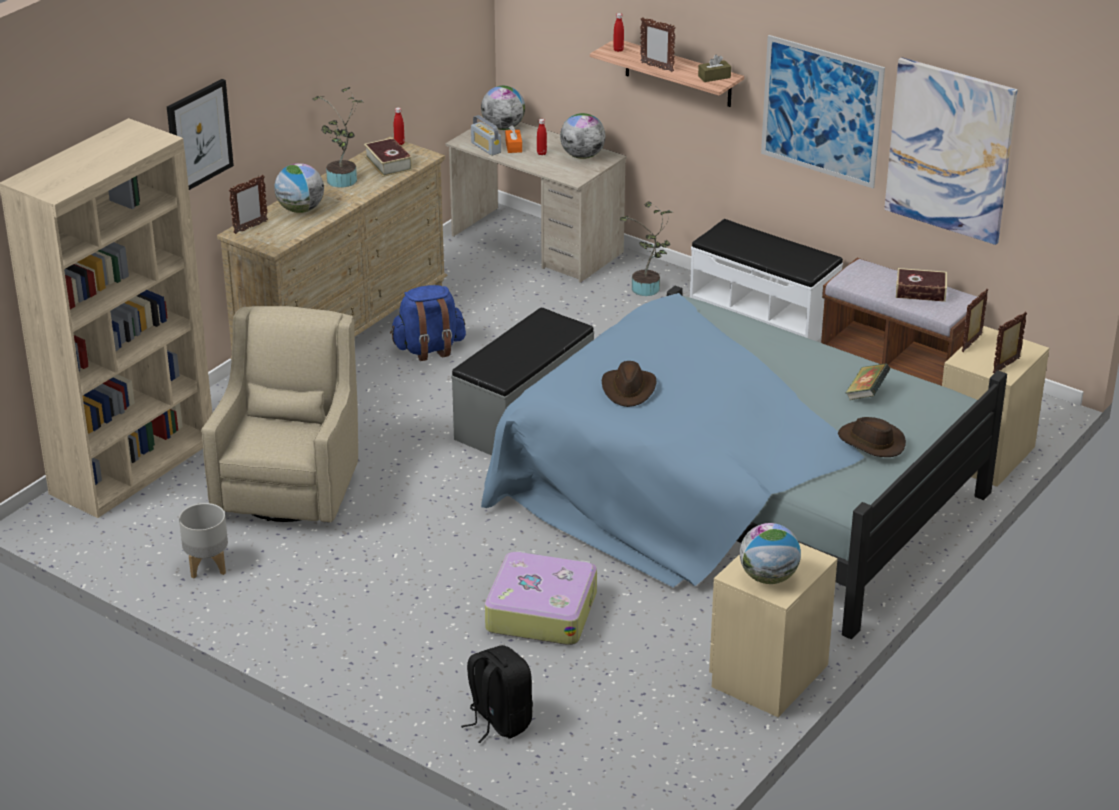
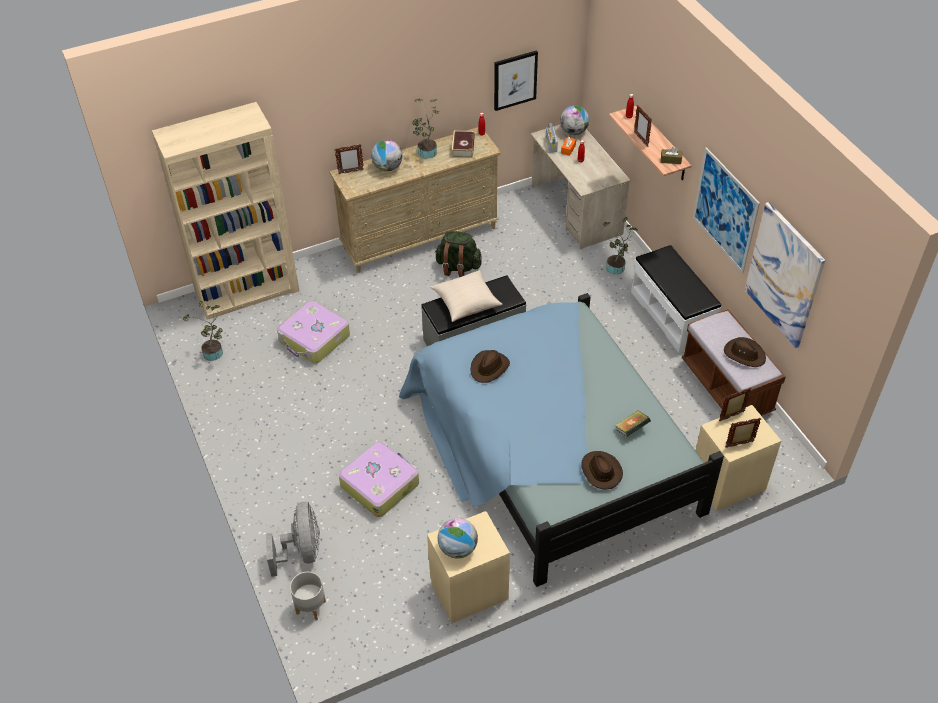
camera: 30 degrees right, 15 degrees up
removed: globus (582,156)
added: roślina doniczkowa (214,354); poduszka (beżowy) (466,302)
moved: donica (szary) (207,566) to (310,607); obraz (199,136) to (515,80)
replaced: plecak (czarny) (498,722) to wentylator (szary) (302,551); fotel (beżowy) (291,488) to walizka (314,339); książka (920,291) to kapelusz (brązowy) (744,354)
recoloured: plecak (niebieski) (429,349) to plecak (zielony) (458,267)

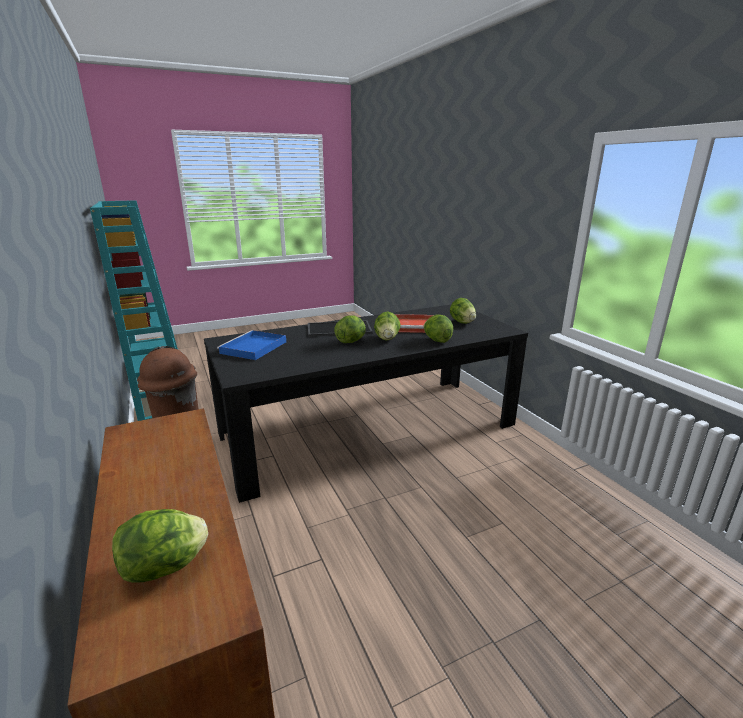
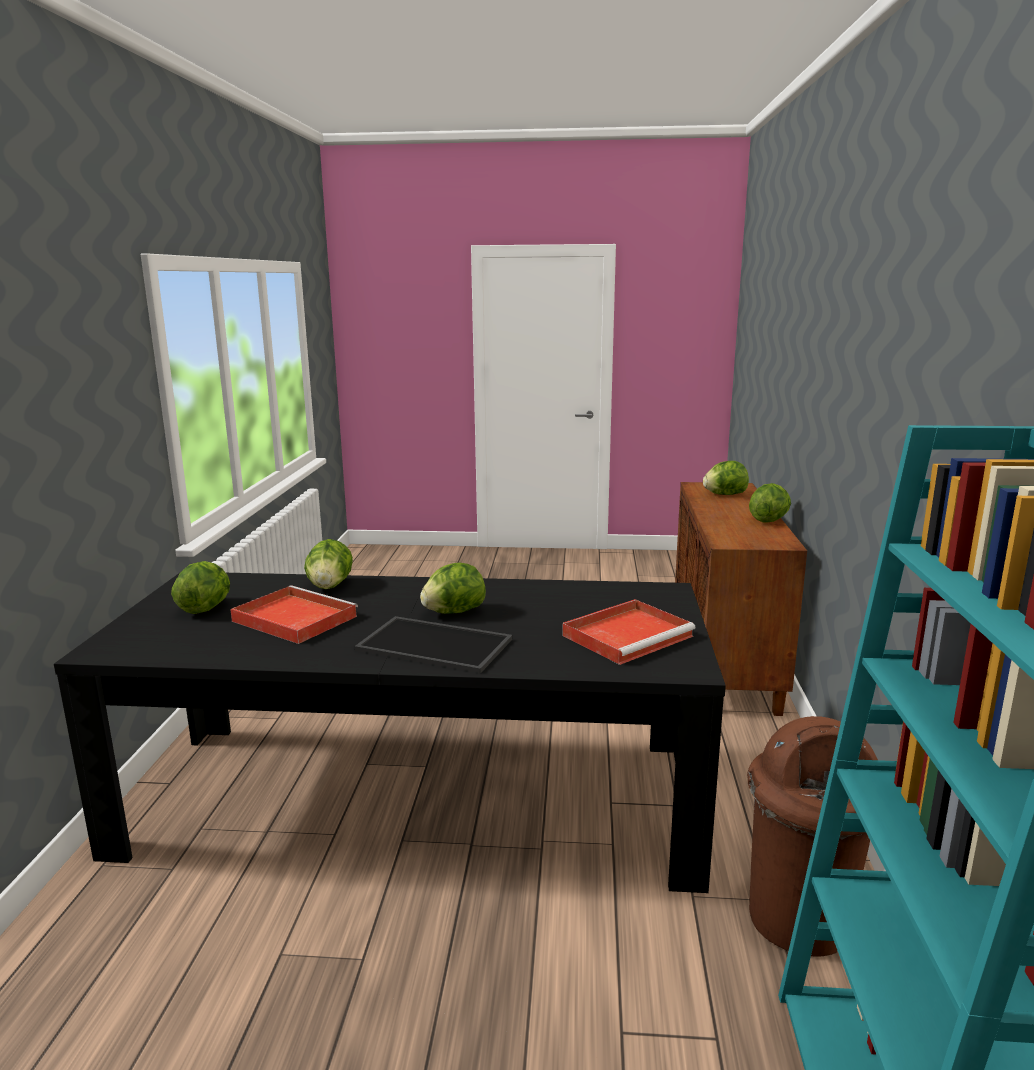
camera: 150 degrees left, 5 degrees down
moved: sałata (387,339) to (768,520)
recoloured: taca (niebieski) (253,348) to taca (czerwony) (628,635)

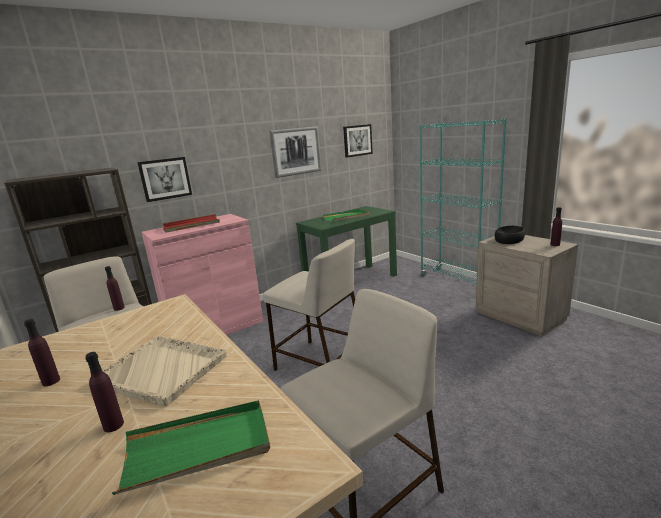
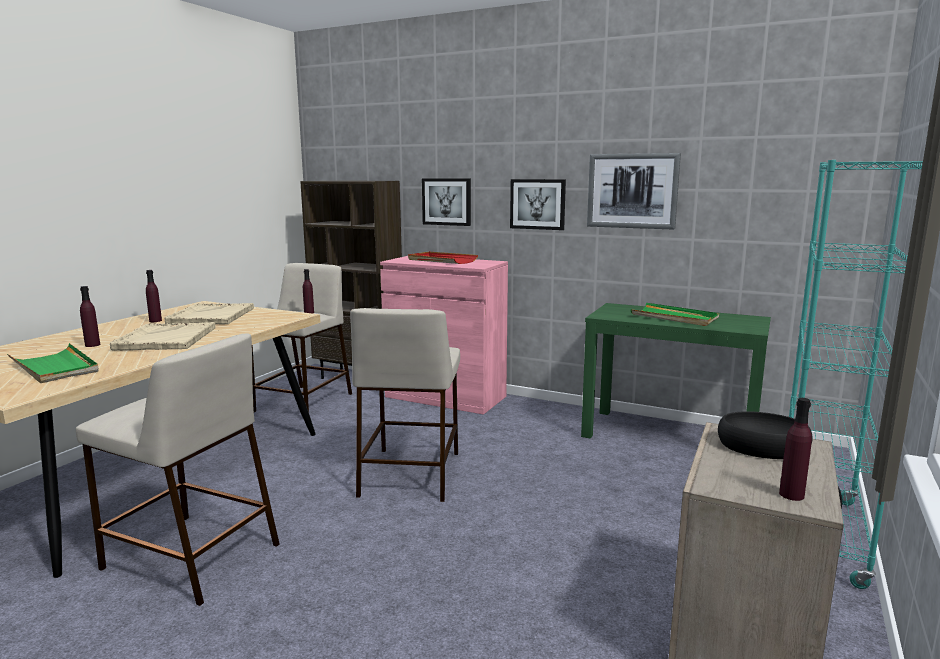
camera: 60 degrees right, 5 degrees down
added: taca (beżowy) (211,316)
moved: obraz (357,140) to (538,204)

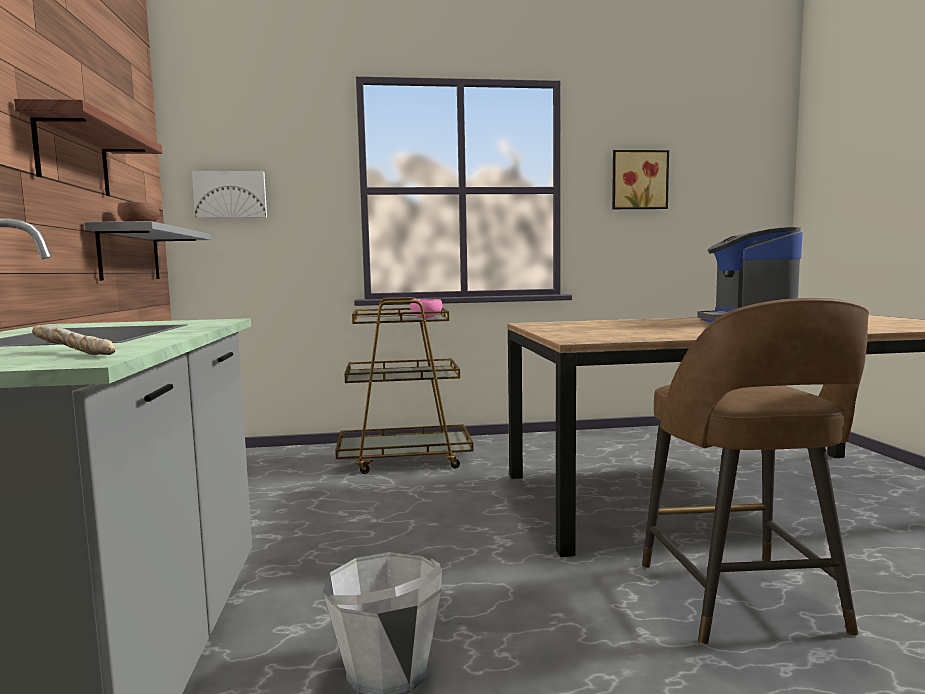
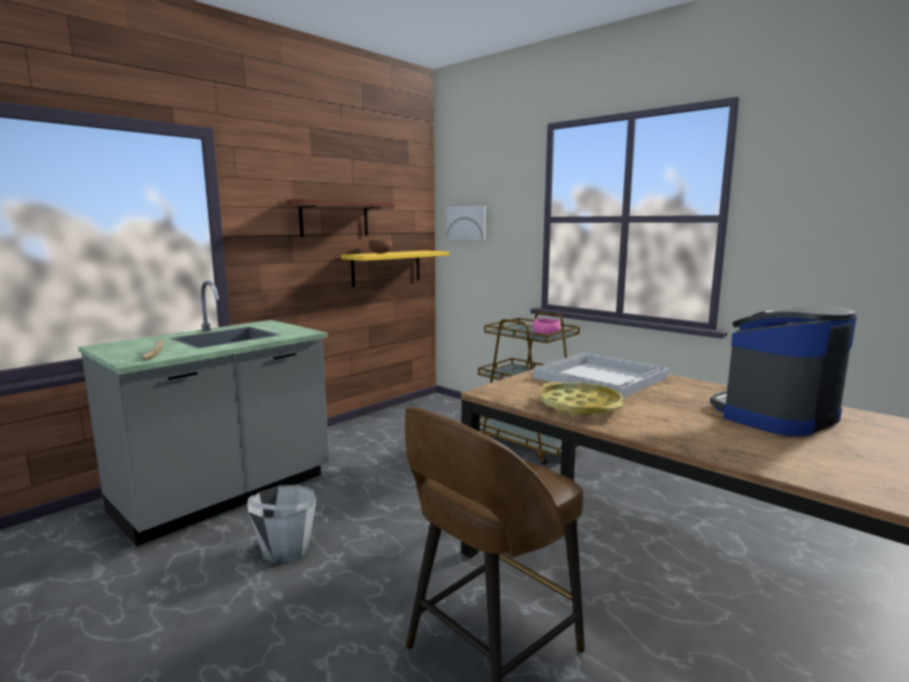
camera: 50 degrees right, 5 degrees up
removed: obraz (638,180)
added: taca (biały) (602,377); taca (żółty) (580,406)
recoloured: półka (szary) (129,254) to półka (żółty) (386,268)

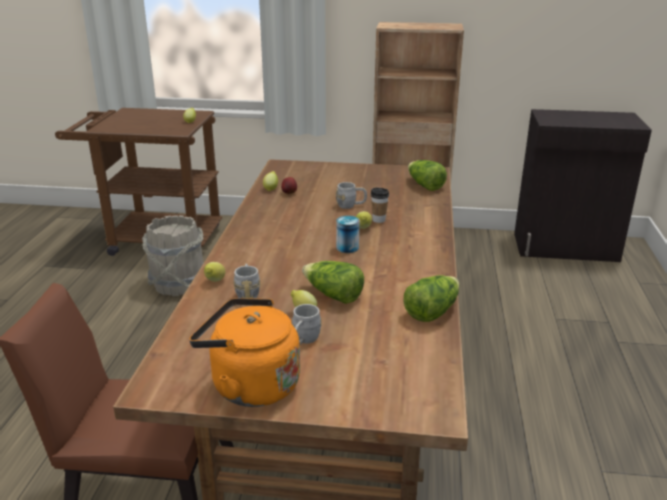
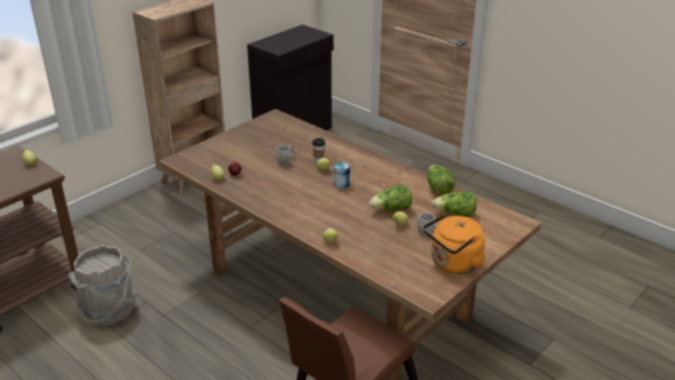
camera: 55 degrees left, 5 degrees up
removed: kubek (szary) (247,293)
moved: sałata (424,185) to (455,214)

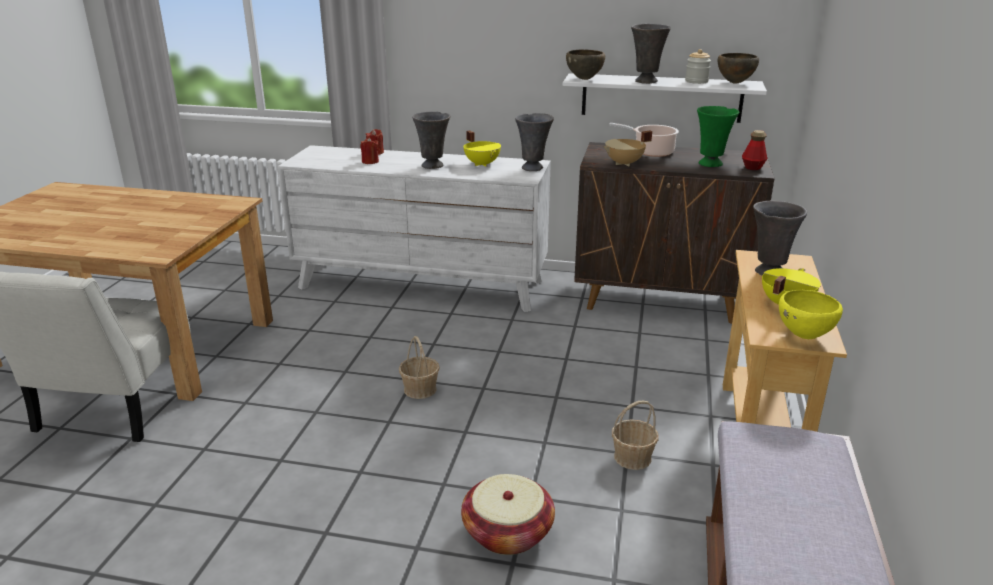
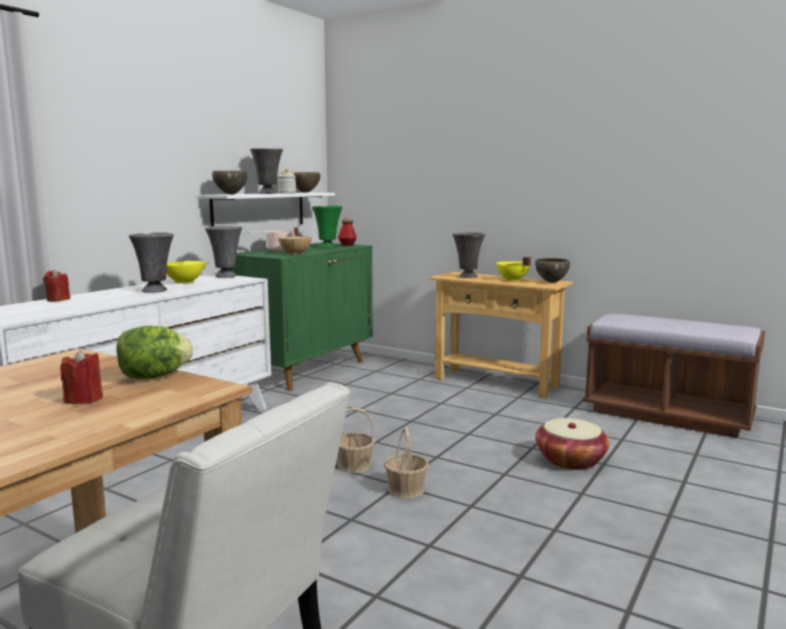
camera: 70 degrees left, 15 degrees down
added: sałata (154,377)
moved: świeca (czerwony) (370,162) to (84,399); koszyk (633,457) to (406,489)
recoloured: szafka (brązowy) (662,300) to szafka (zielony) (307,370); miska (żółty) (804,336) to miska (brązowy) (551,282)

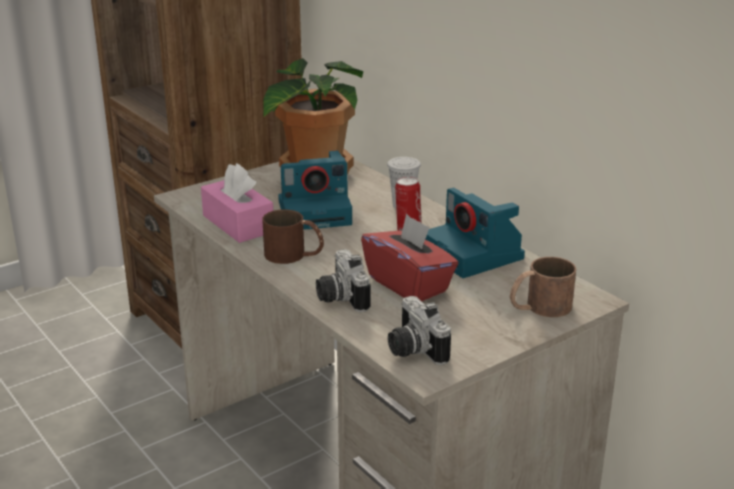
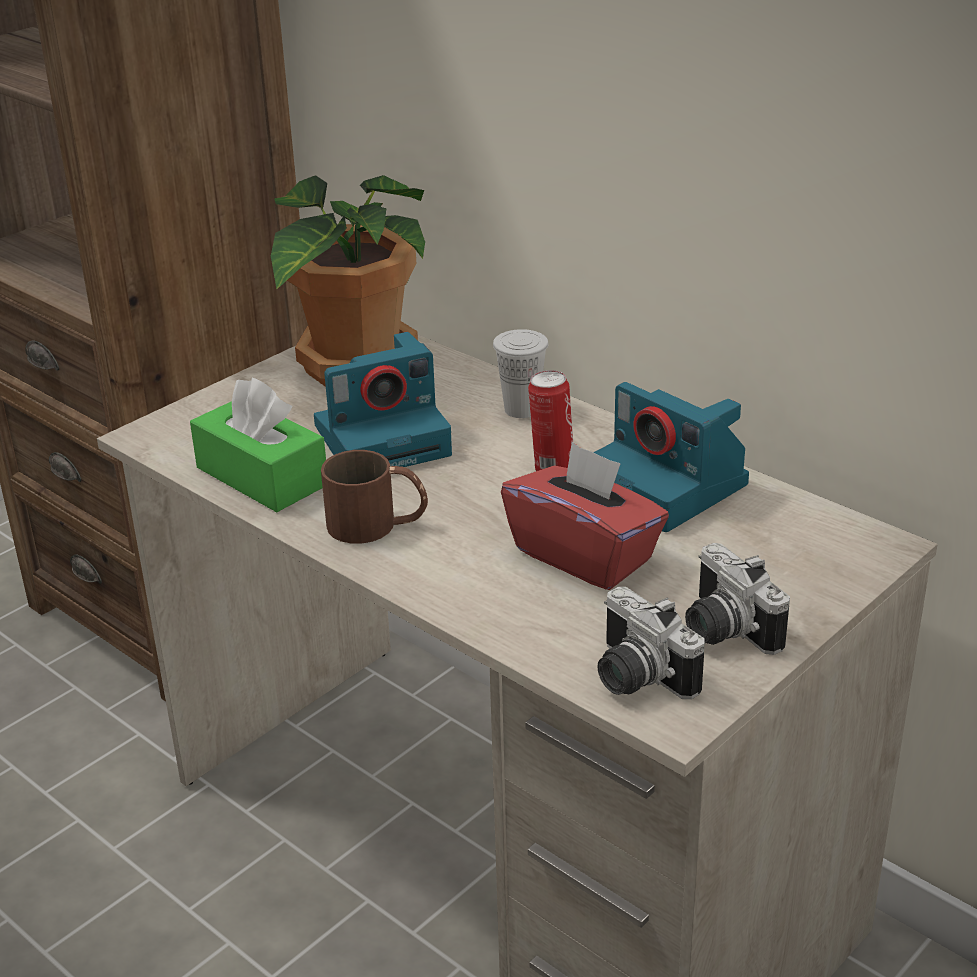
camera: 10 degrees left, 5 degrees up
removed: kubek (brązowy) (539,307)
moved: aparat fotograficzny (339,297) to (722,630)
recoloured: pudełko chusteczek (różowy) (238,224) to pudełko chusteczek (zielony) (262,476)

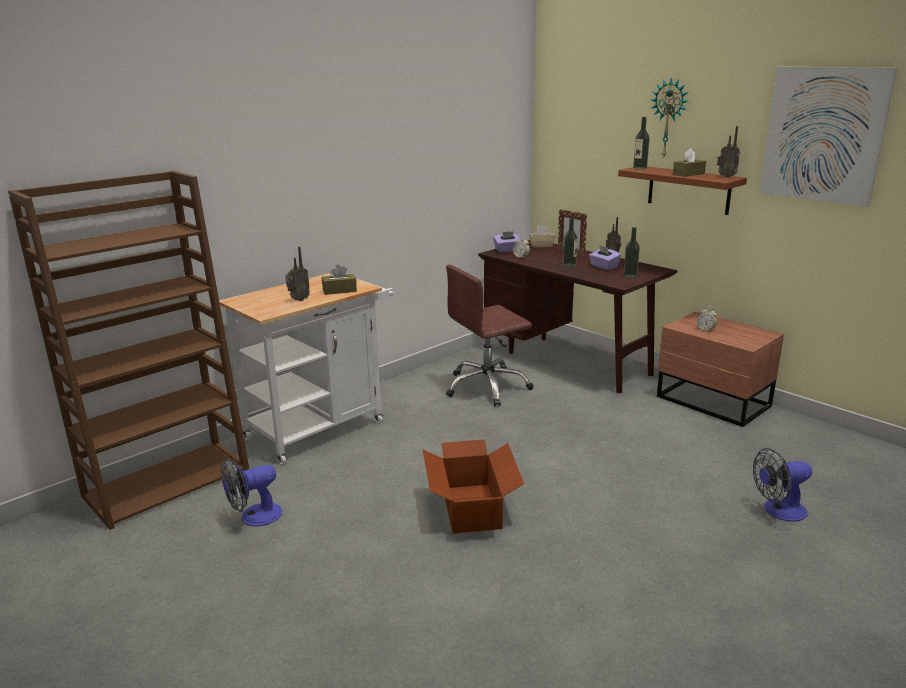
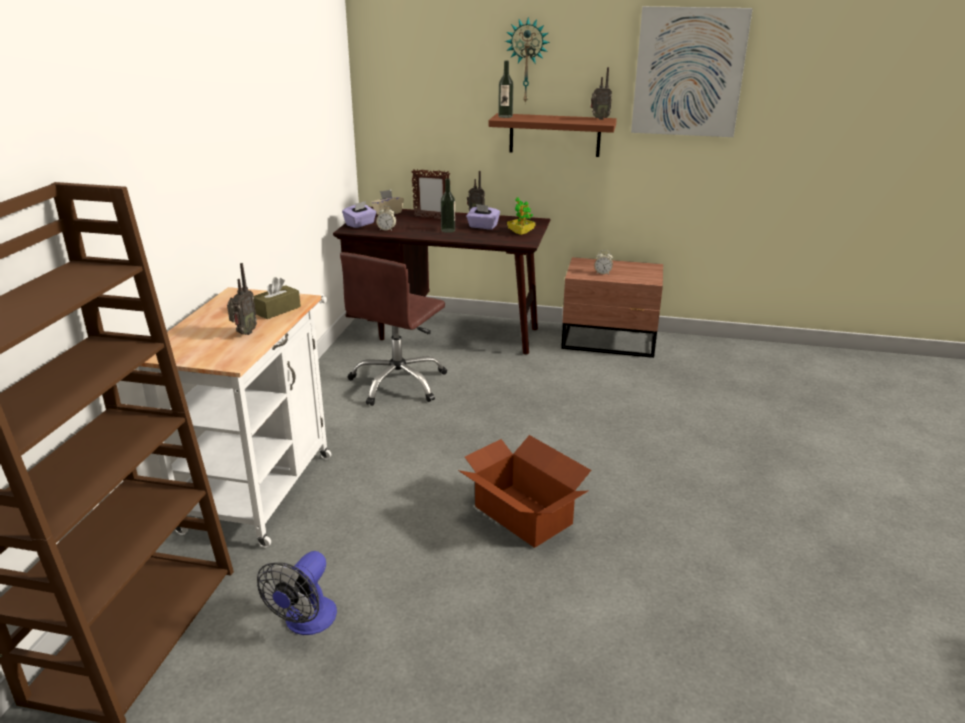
camera: 35 degrees left, 5 degrees up
removed: pudełko chusteczek (brązowy) (688,174); wentylator (778,511)
replaced: butelka (630,276) to roślina doniczkowa (521,232)

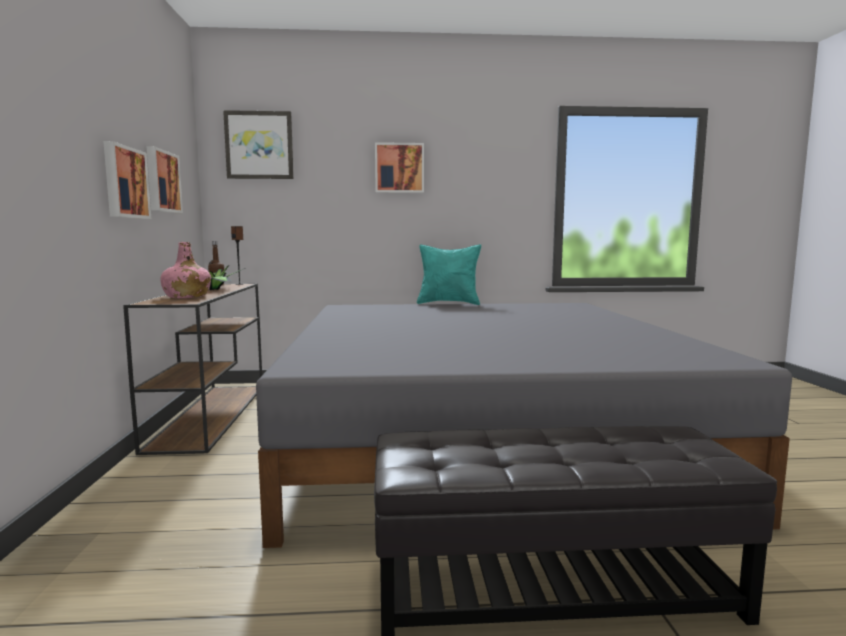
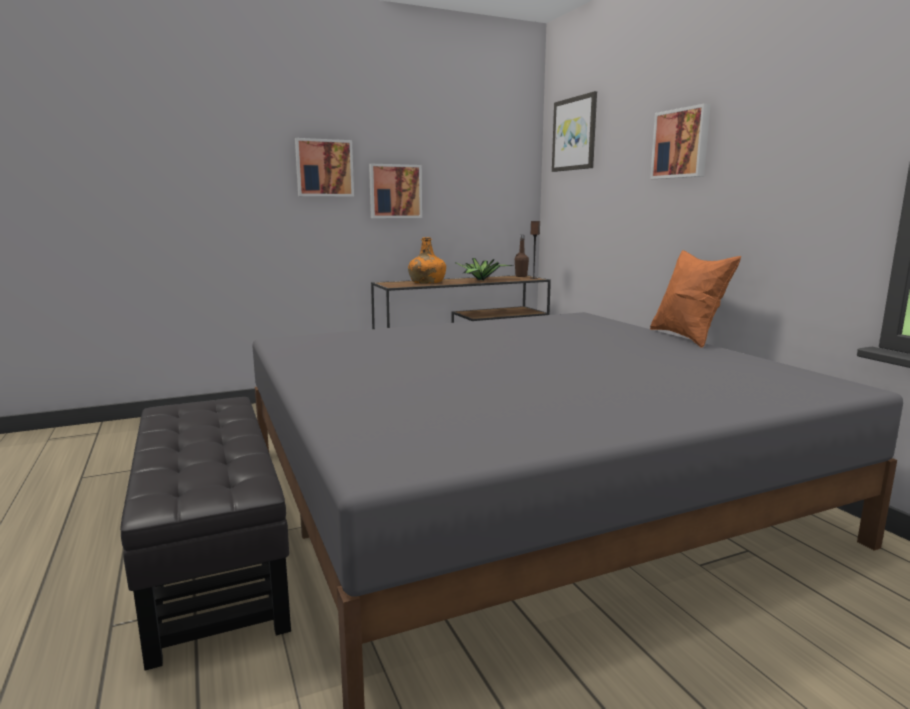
camera: 70 degrees right, 5 degrees up
moved: obraz (162,181) to (324,168)
recoloured: butelka (różowy) (186,297) to butelka (pomarańczowy) (426,282); poduszka (turkusowy) (448,303) to poduszka (pomarańczowy) (687,337)

